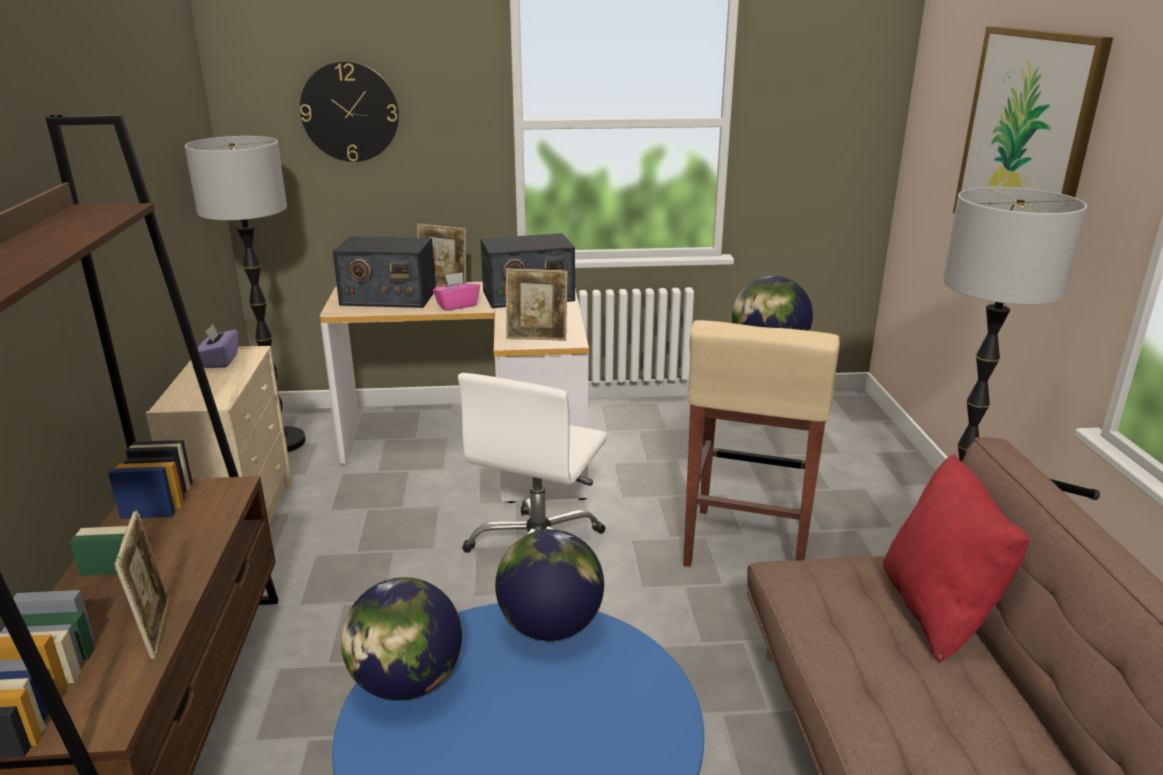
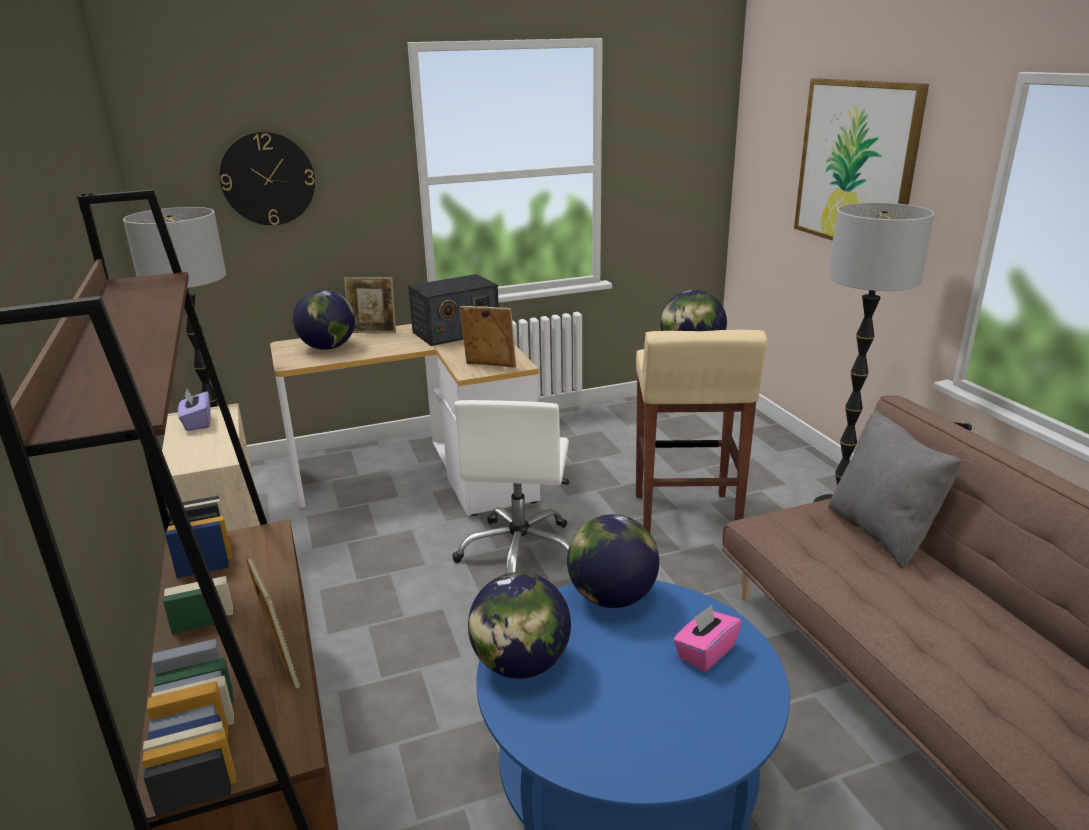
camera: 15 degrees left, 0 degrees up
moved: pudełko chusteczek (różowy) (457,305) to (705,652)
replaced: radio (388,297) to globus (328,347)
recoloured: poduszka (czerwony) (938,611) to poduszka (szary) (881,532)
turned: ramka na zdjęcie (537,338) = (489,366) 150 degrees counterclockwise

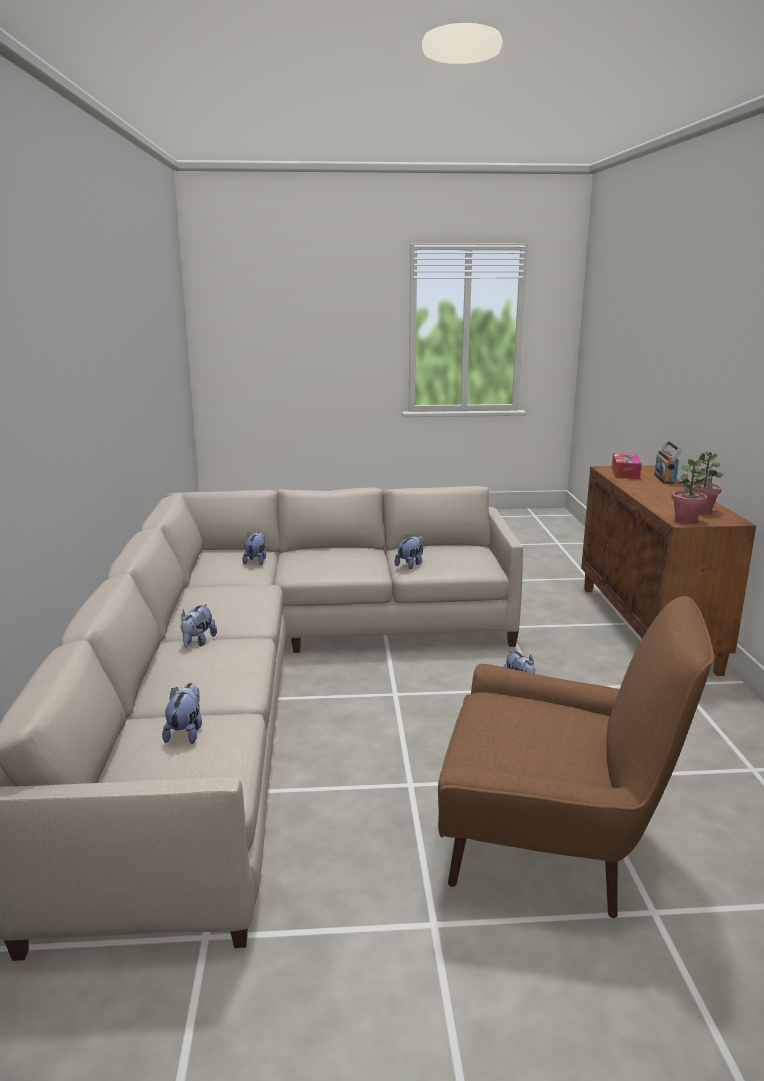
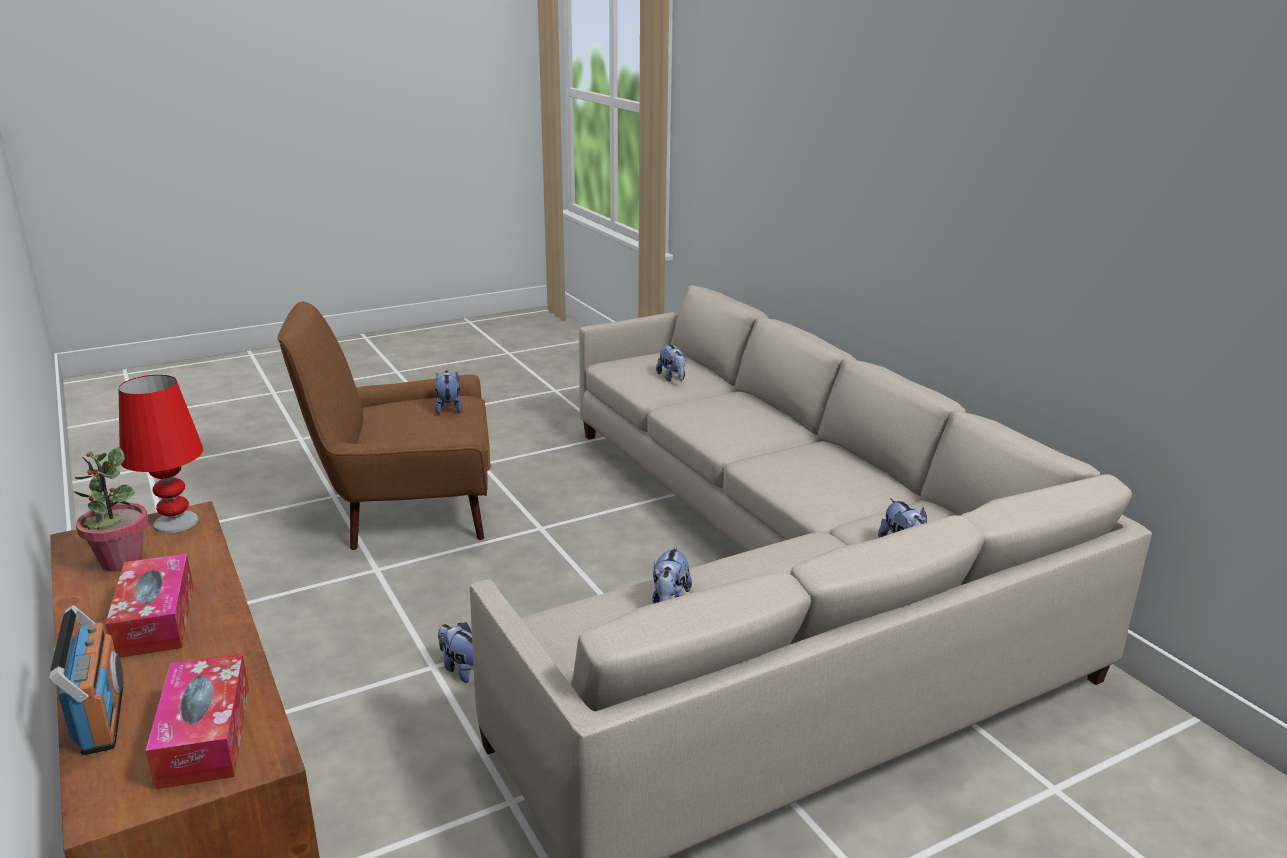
camera: 155 degrees right, 5 degrees up
added: pudełko chusteczek (155,620)
moved: pluszak (198,642) to (449,408)
replaced: roślina doniczkowa (686,520) to lampa stołowa (czerwony) (175,523)

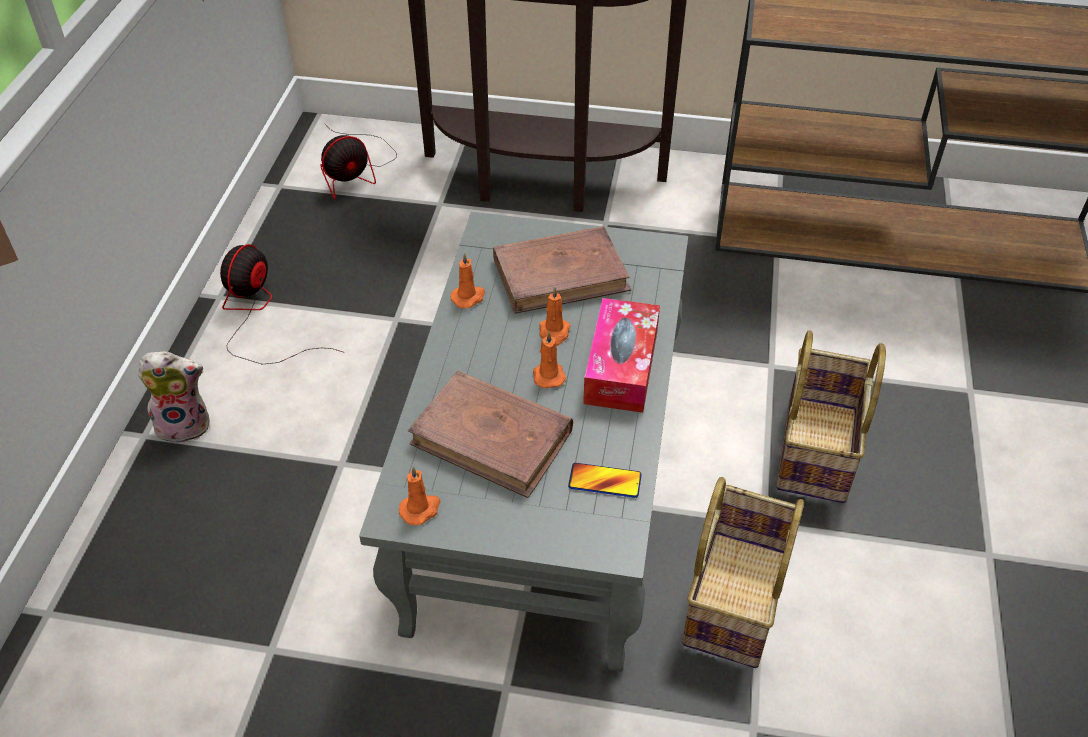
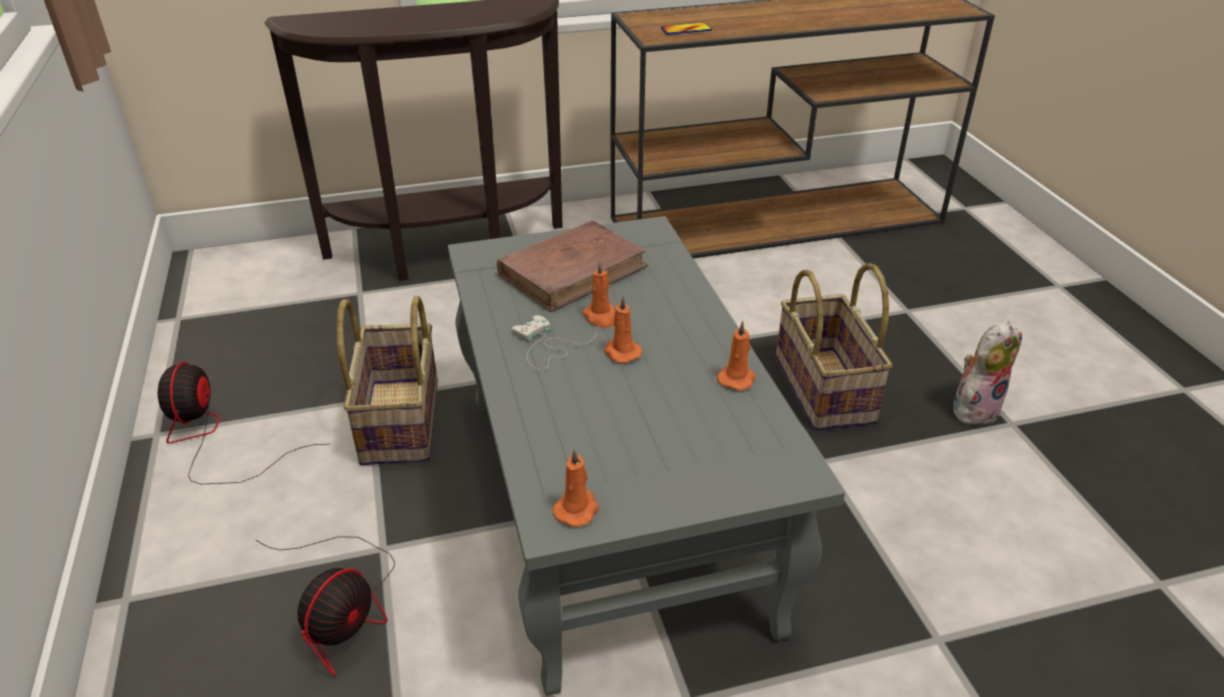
camera: 25 degrees left, 10 degrees down
removed: książka (brązowy) (492,438); pudełko chusteczek (621,367)
added: pad do gier (biały) (546,346)
moved: wentylator (355,170) to (342,608); koszyk (733,597) to (398,421); telefon (604,481) to (686,30); świeca (pomarańczowy) (469,297) to (737,378); pluszak (185,424) to (974,408)

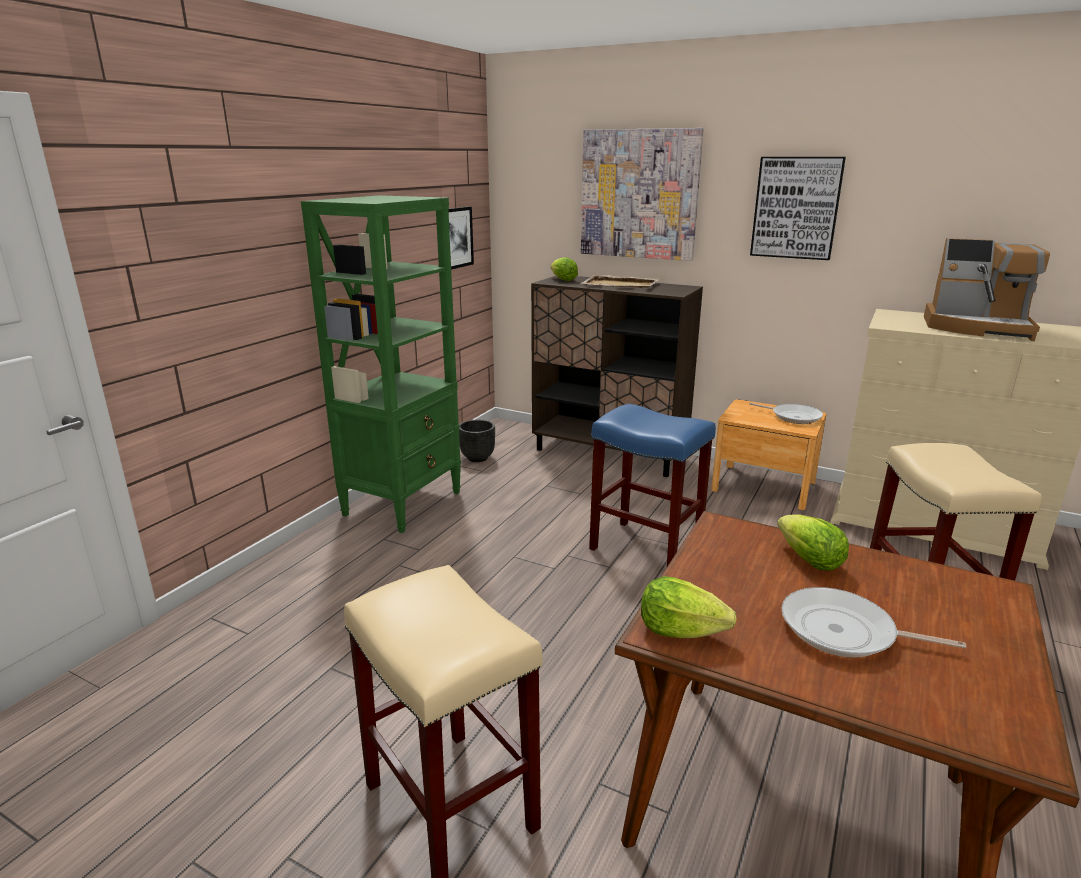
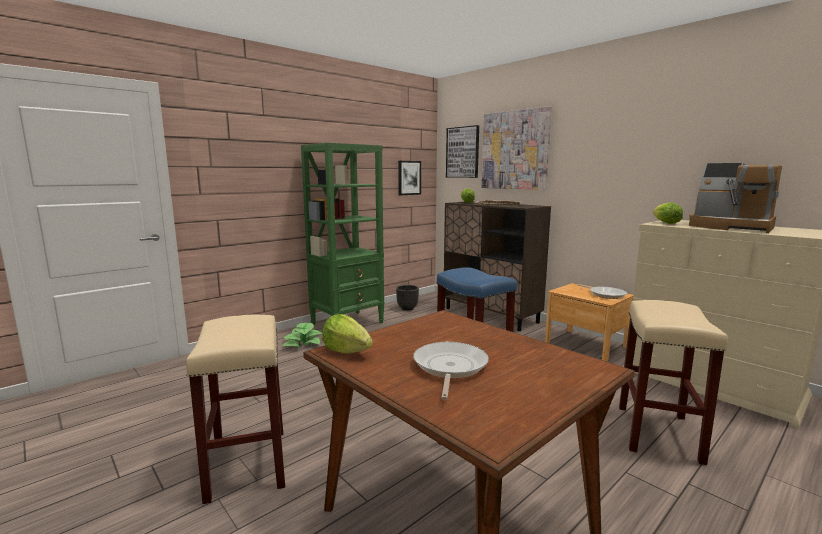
camera: 20 degrees right, 10 degrees down
added: roślina doniczkowa (302,343)
moved: obraz (796,208) to (463,152); sałata (809,560) to (665,223)
turned: patelnia (844,632) = (449,367) 60 degrees clockwise

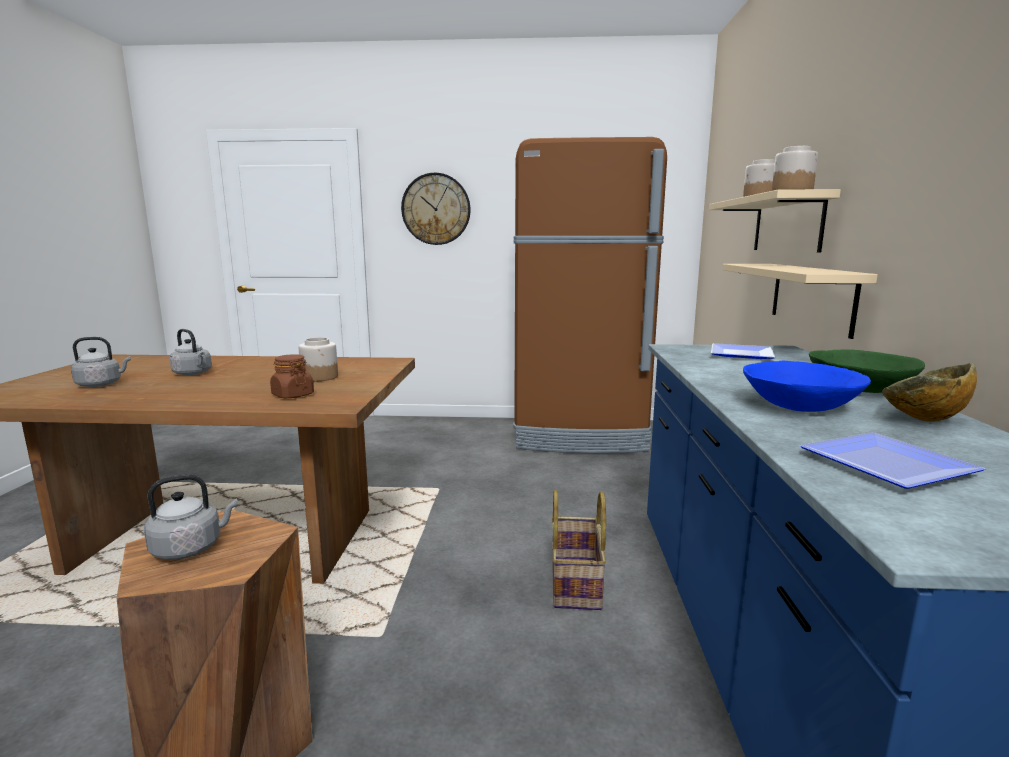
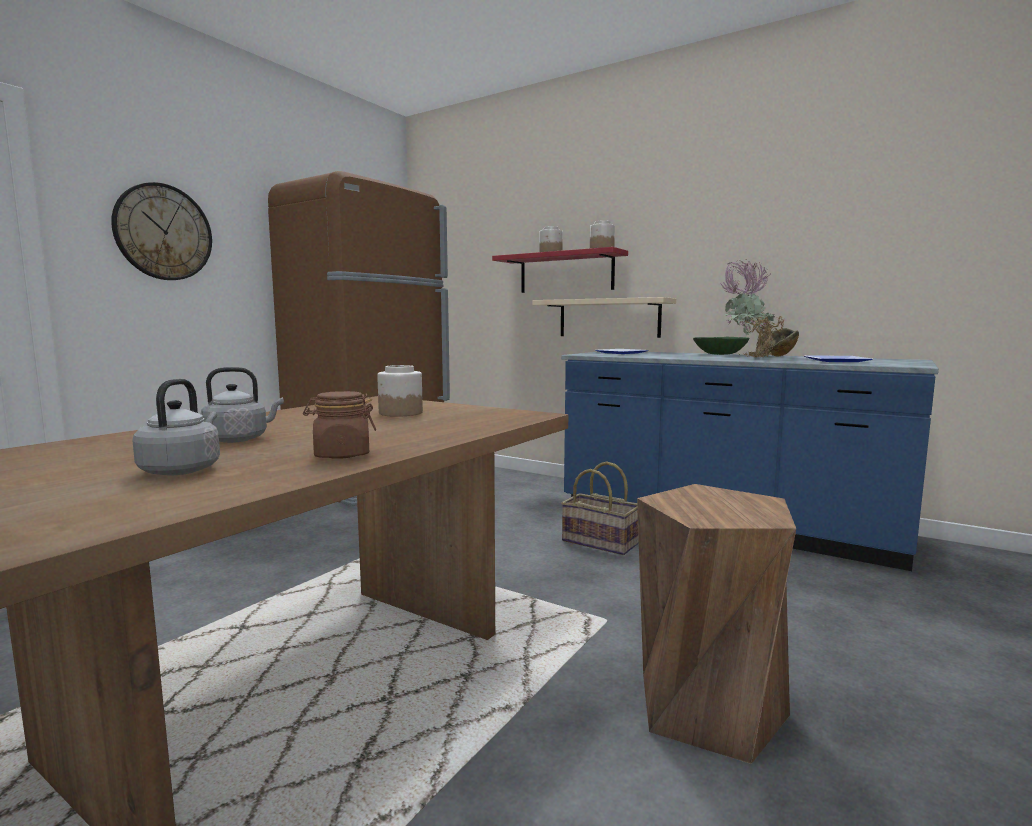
camera: 60 degrees left, 5 degrees down
removed: czajnik (szary) (191,548)
moved: słoik (brązowy) (292,395) to (341,454)
replaced: miska (niebieski) (798,407) to roślina doniczkowa (747,358)
recoloured: półka (beżowy) (787,224) to półka (czerwony) (566,273)

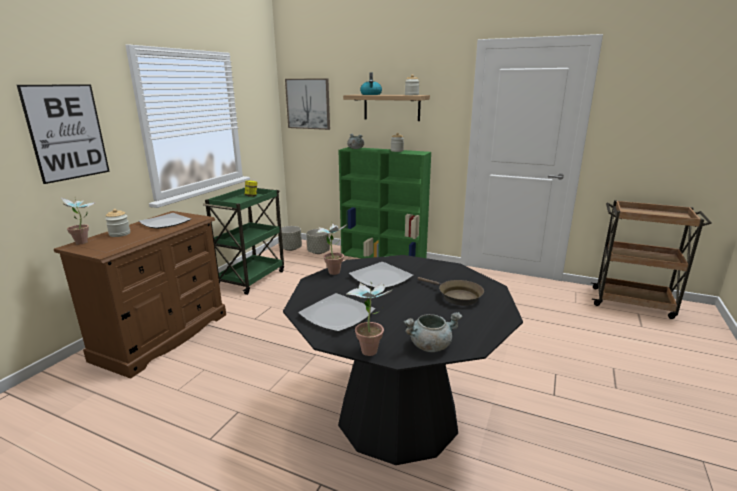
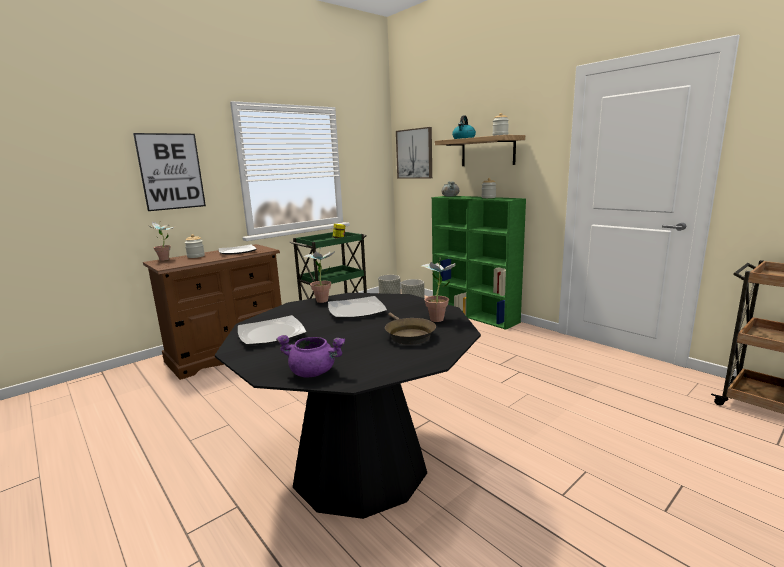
camera: 25 degrees right, 5 degrees down
moved: roślina doniczkowa (370,347) to (439,318)
recoloured: garnek (szary) (430,345) to garnek (fioletowy) (314,372)

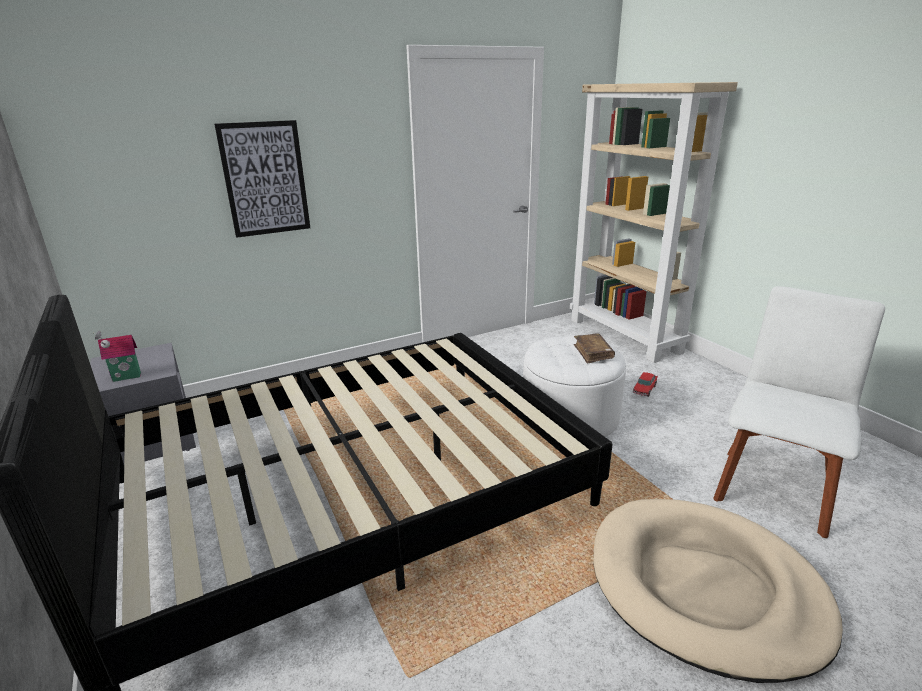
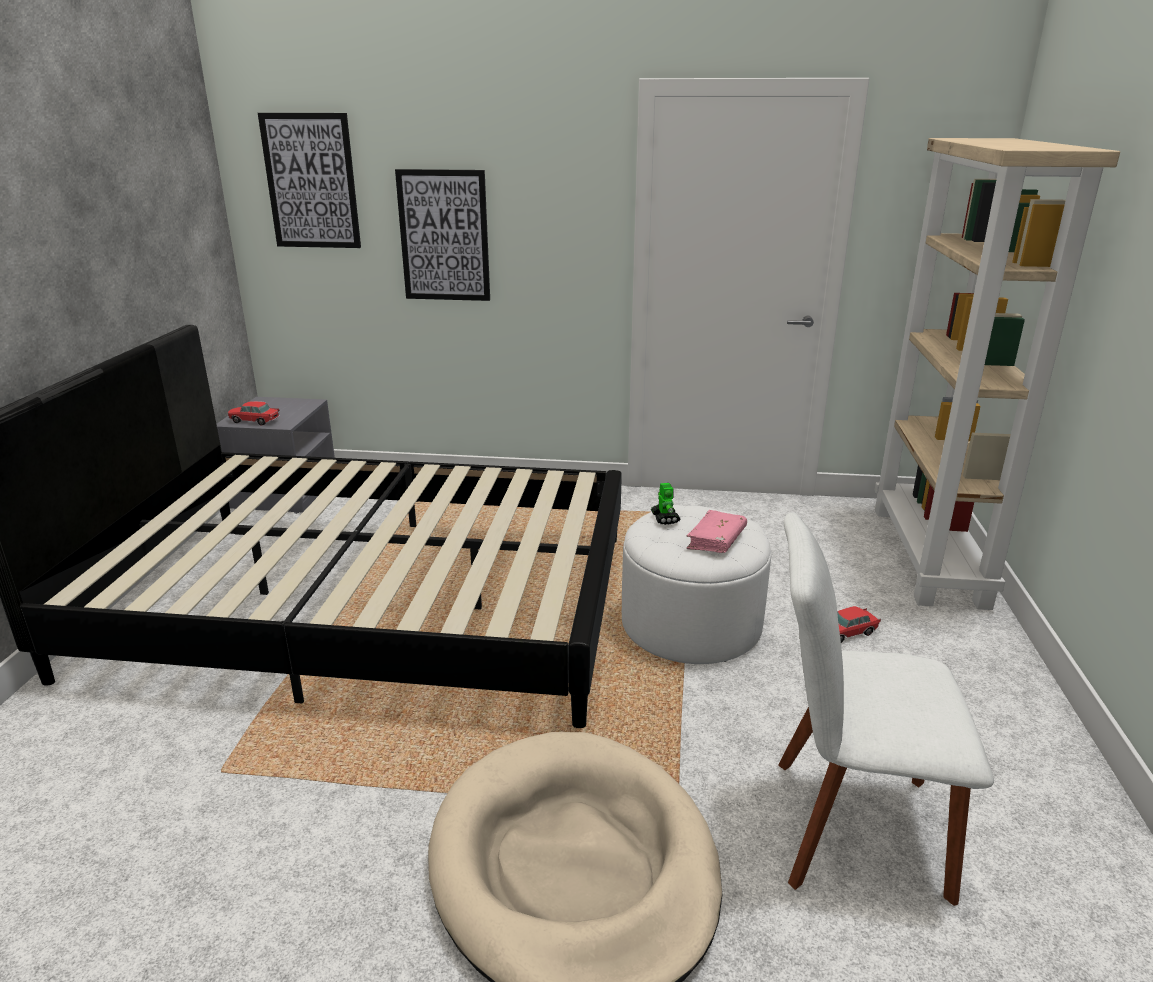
camera: 35 degrees right, 0 degrees up
added: obraz (311,181); robot zabawkowy (665,518)
replaced: domek (126,378) to samochodzik (254,421)
recoloured: książka (brązowy) (593,353) to książka (różowy) (716,540)
turned: krzesło (biały) (774,487) = (847,827) 150 degrees counterclockwise

